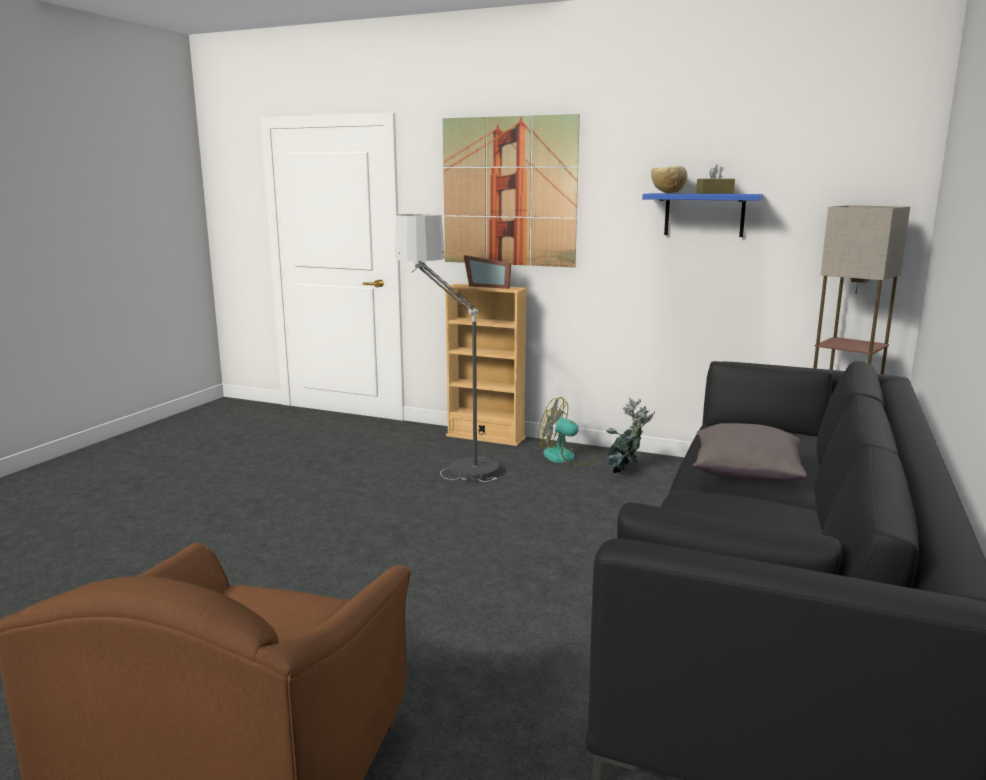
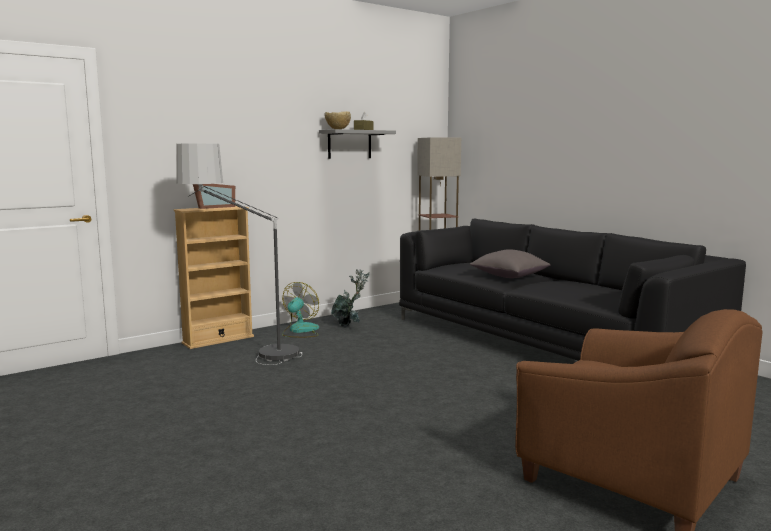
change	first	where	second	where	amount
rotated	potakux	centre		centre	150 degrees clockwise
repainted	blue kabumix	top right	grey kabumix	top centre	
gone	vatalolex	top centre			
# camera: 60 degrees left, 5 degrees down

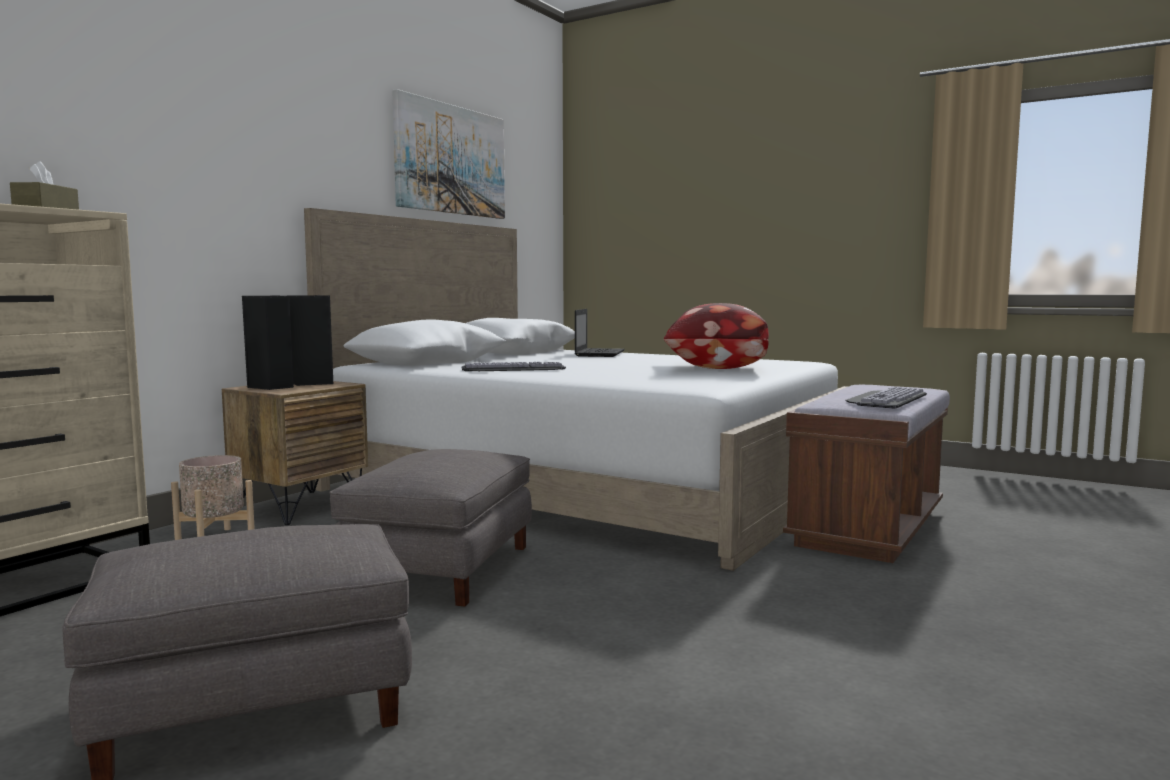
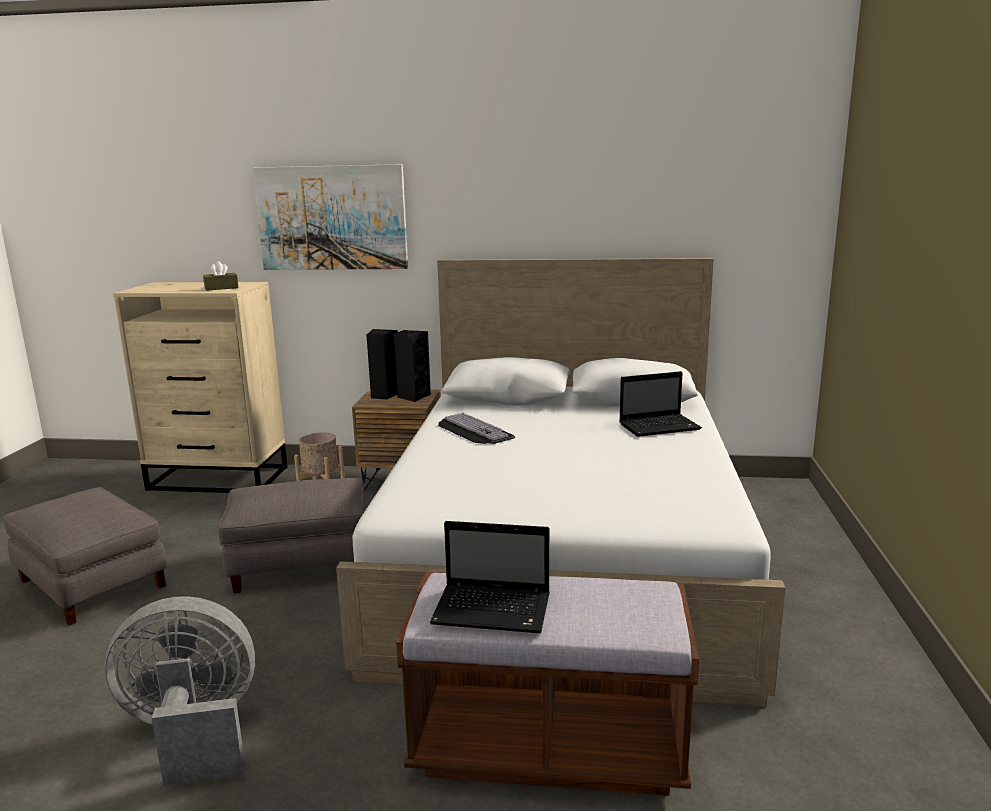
change	first	where	second	where	amount
new			grey potakux	bottom left	
shifted	vatalolex	top centre		top left	
swapped	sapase (no. 2 from left)	middle right	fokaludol (no. 1 from left)	bottom centre	
gone	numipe	centre			
# camera: 65 degrees right, 10 degrees up

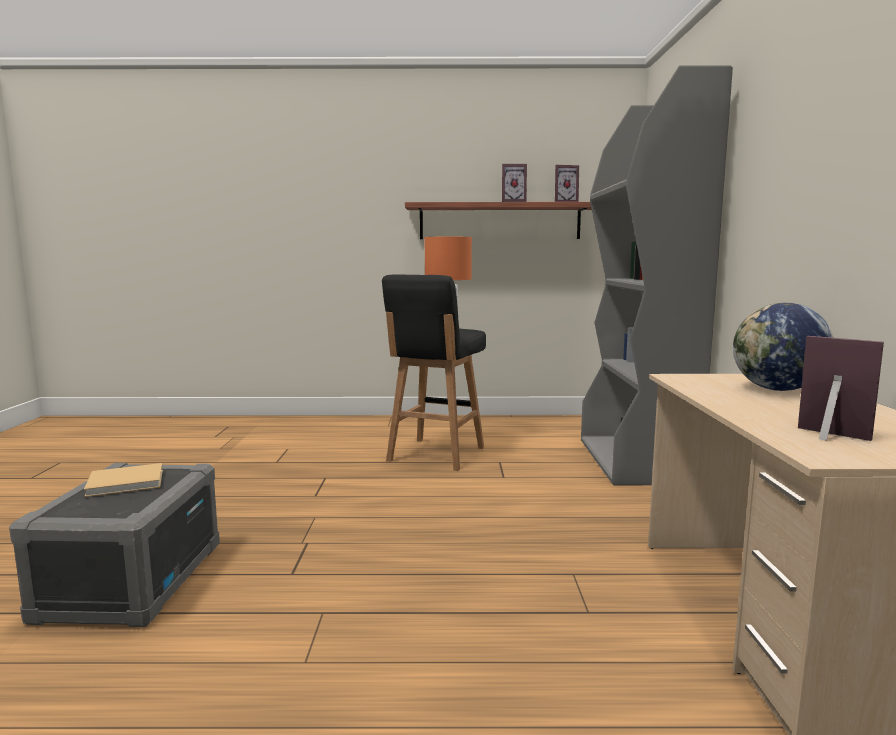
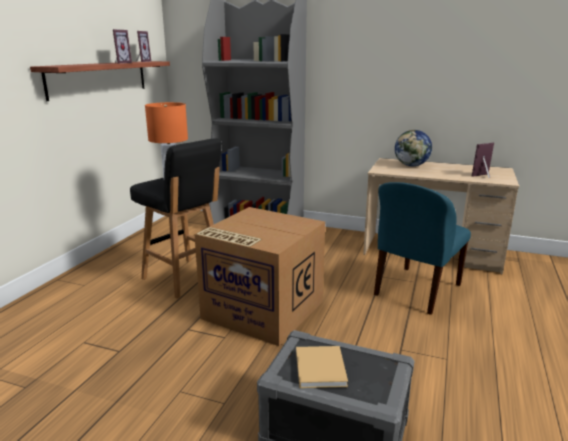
change	first	where	second	where	amount
new			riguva	centre	
new			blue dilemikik	middle right	
# camera: 70 degrees left, 10 degrees up

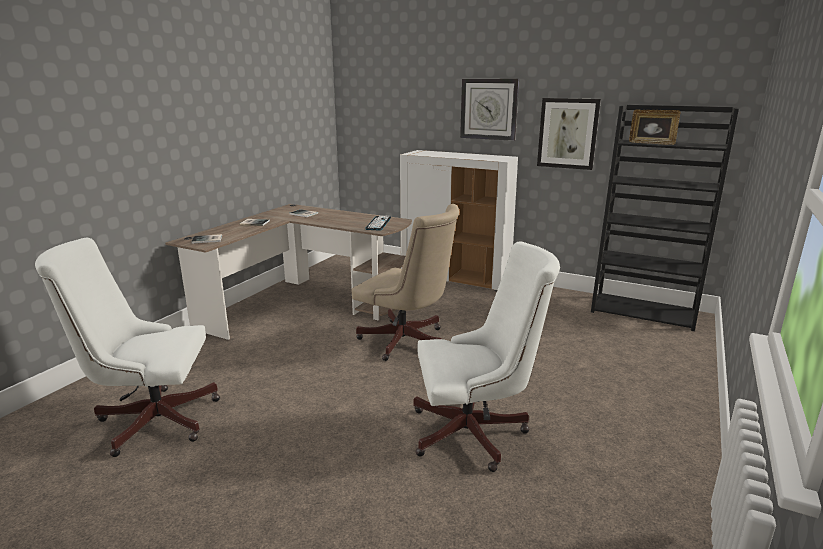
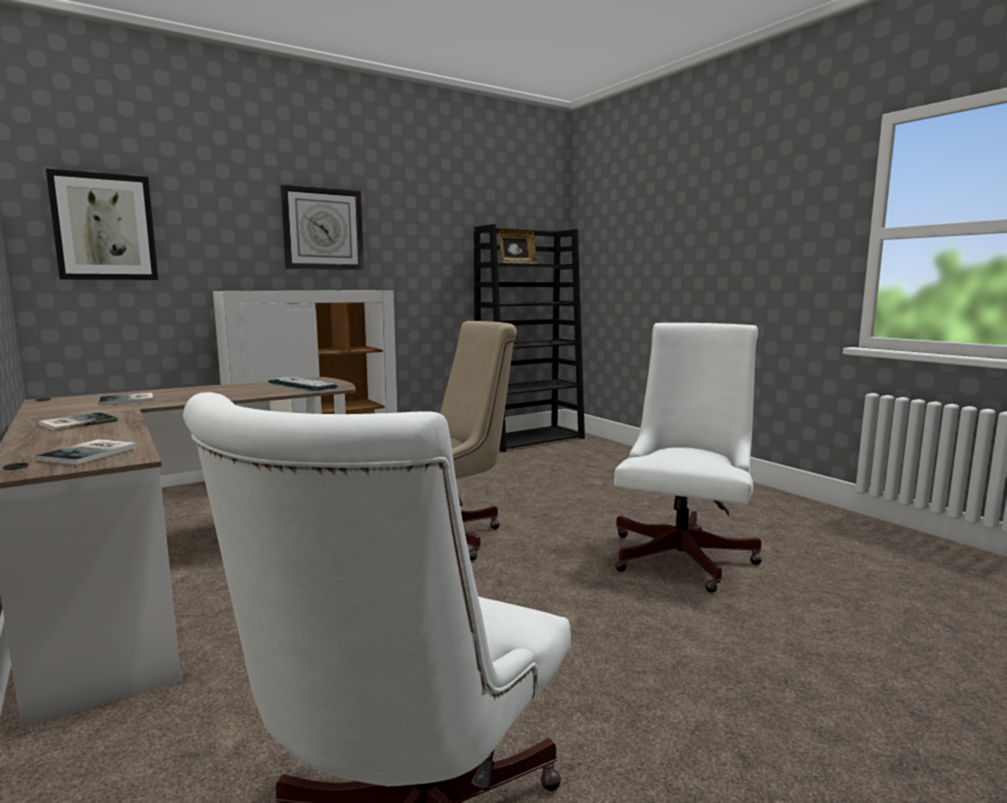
change	first	where	second	where	amount
shifted	vatalolex	top right		top left	
# camera: 60 degrees left, 10 degrees down

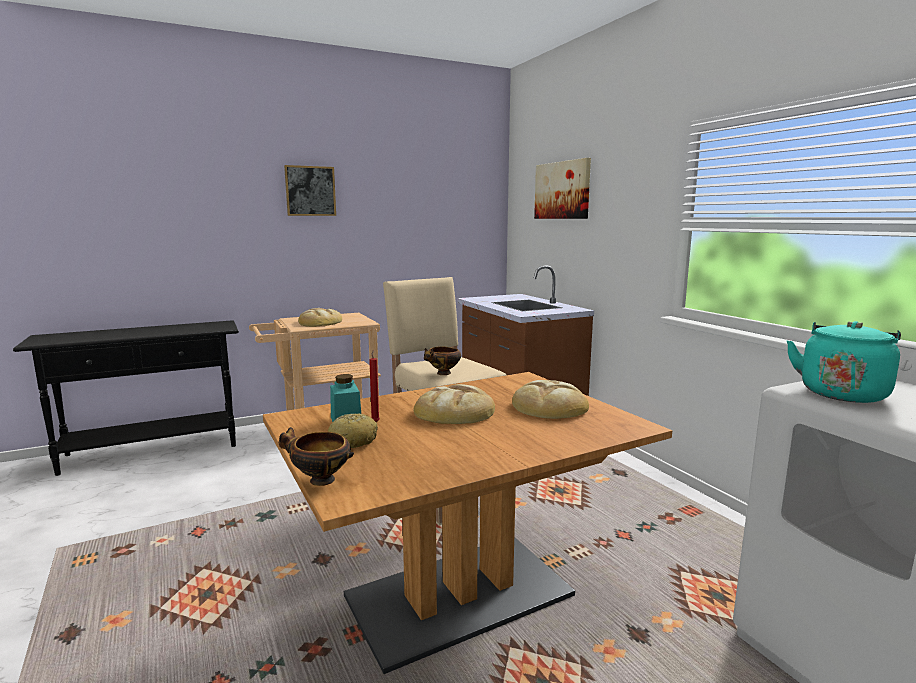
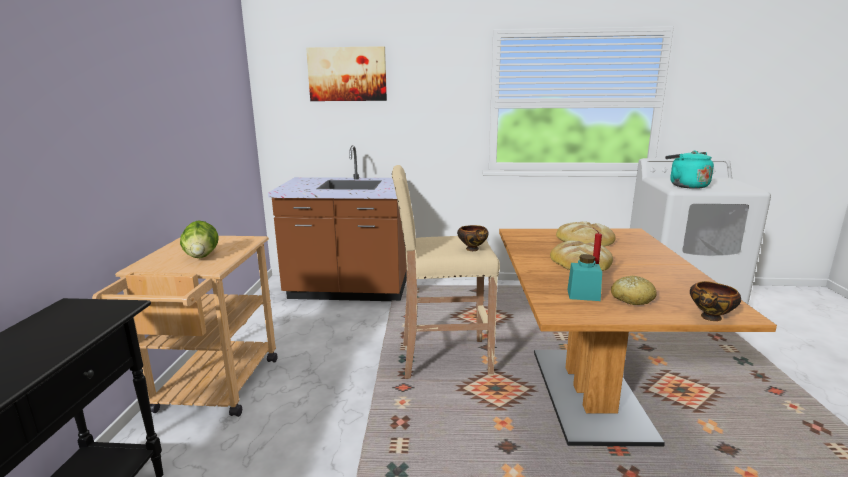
change	first	where	second	where	amount
swapped	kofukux (no. 1 from left)	centre	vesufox	middle left	
gone	vatalolex (no. 1 from left)	top centre			
# camera: 60 degrees left, 5 degrees up

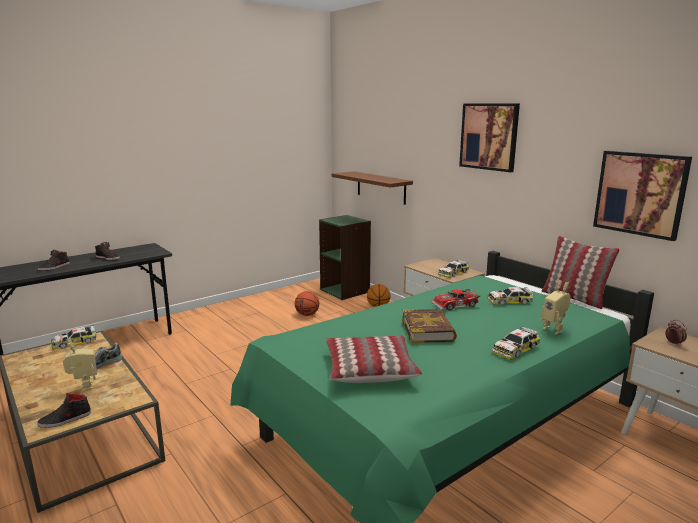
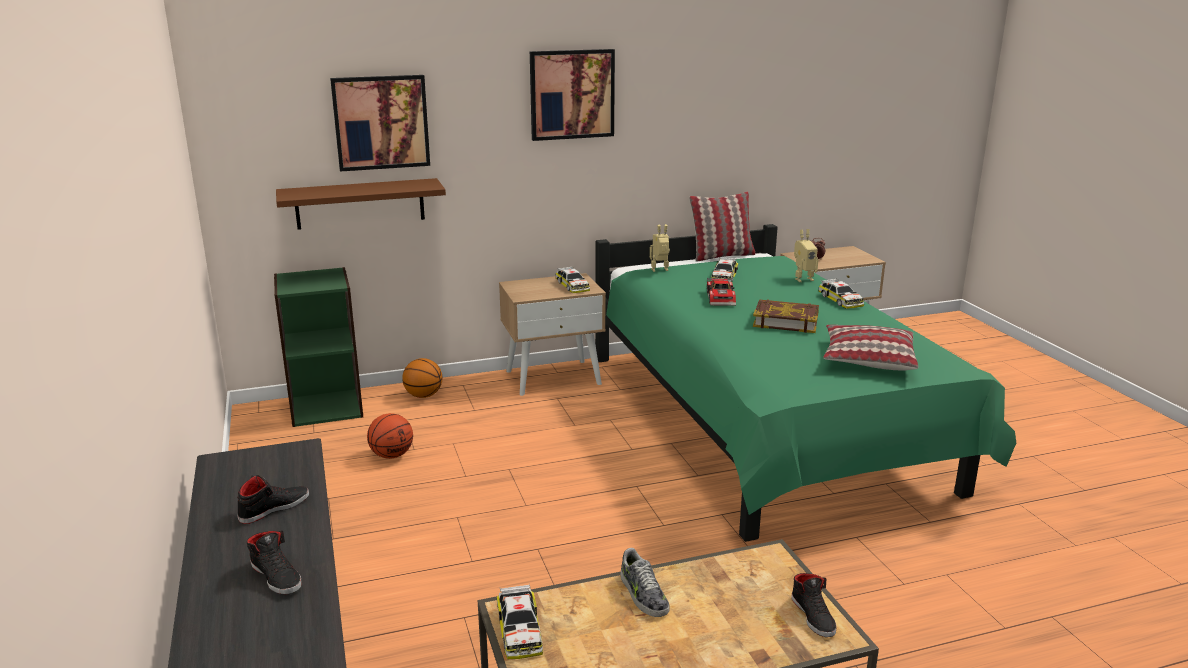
change	first	where	second	where	amount
shifted	vatalolex (no. 2 from left in the first image)	middle right	vatalolex (no. 1 from left)	top left	
shifted	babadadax (no. 1 from left)	bottom left		centre	
# camera: 70 degrees left, 5 degrees up

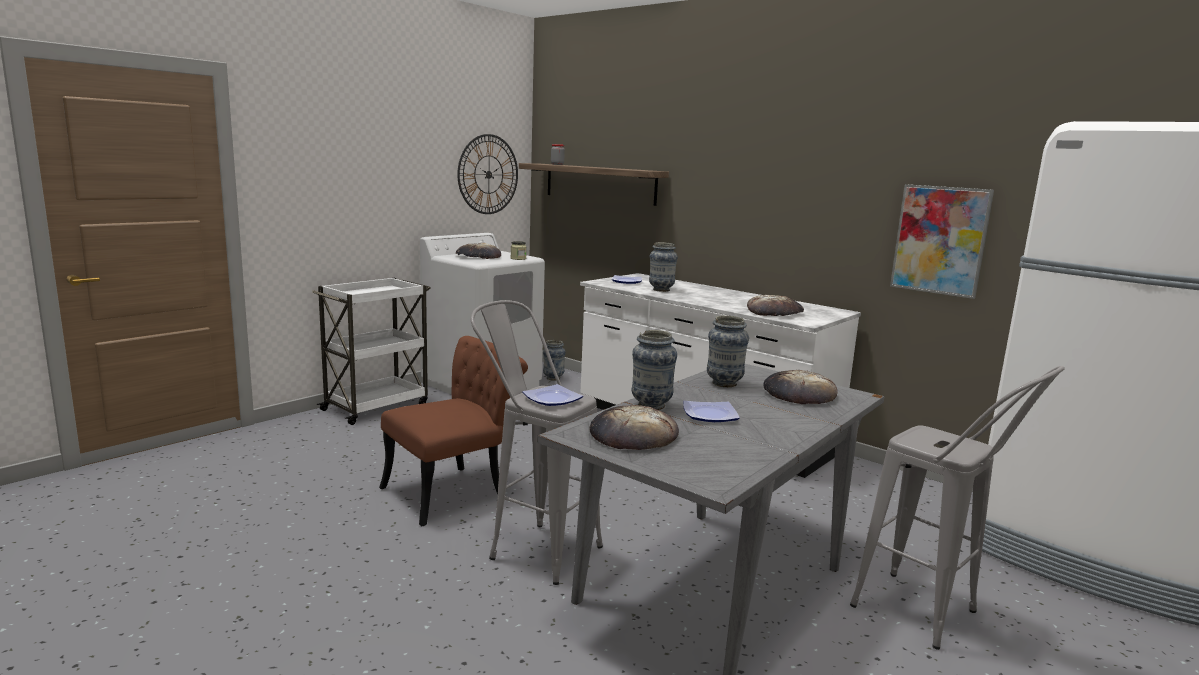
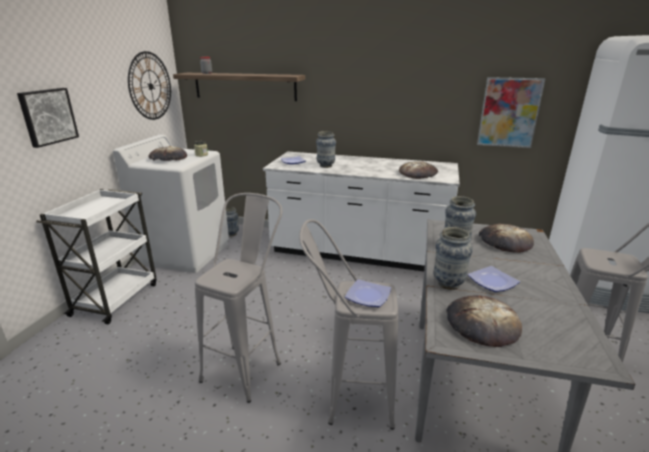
change	first	where	second	where	amount
new			vatalolex (no. 1 from left)	top left	
swapped	brown dilemikik	centre	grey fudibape (no. 1 from left)	centre	
# camera: 25 degrees left, 10 degrees up

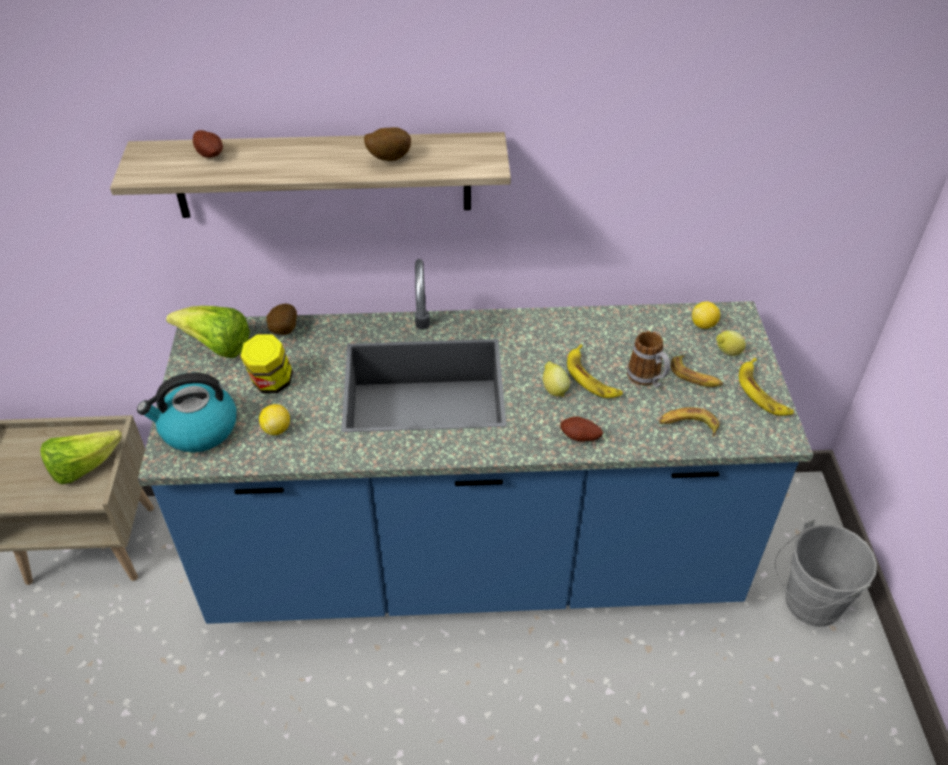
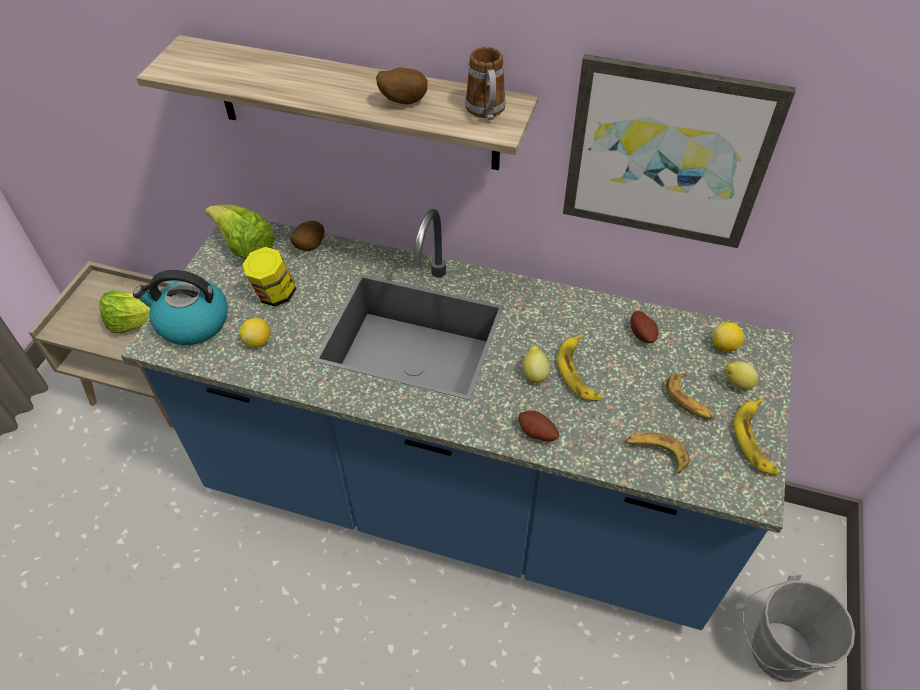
change	first	where	second	where	amount
shifted	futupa	middle right		top centre	
new			vatalolex	top right	
shifted	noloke (no. 1 from left in the first image)	top left	noloke (no. 4 from left)	middle right	
# camera: 20 degrees right, 5 degrees up

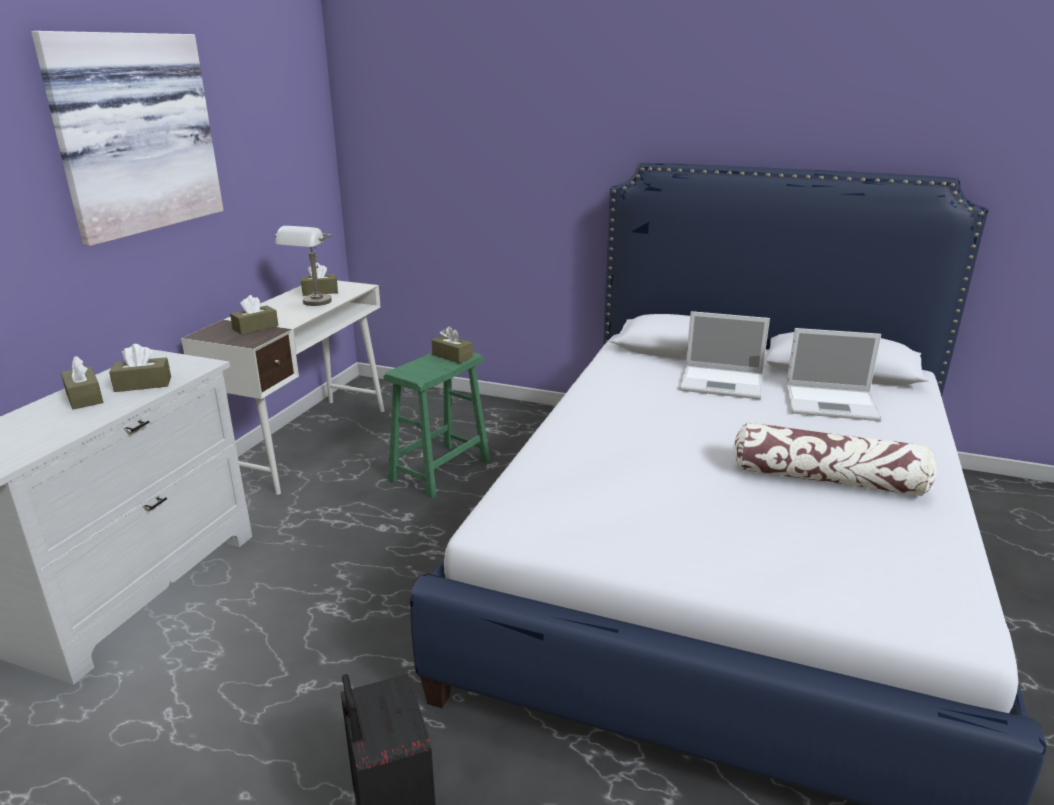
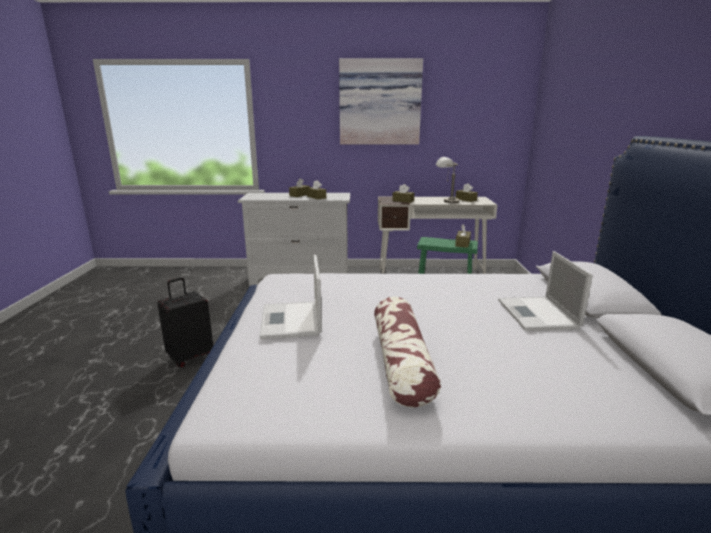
change	first	where	second	where	amount
shifted	fokaludol (no. 2 from left in the first image)	middle right	fokaludol (no. 1 from left)	centre	
# camera: 70 degrees right, 5 degrees down

